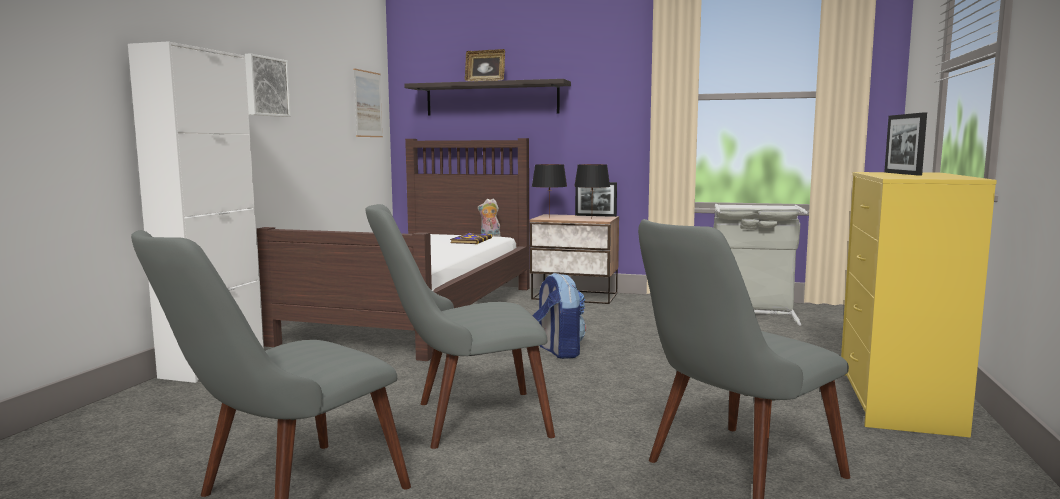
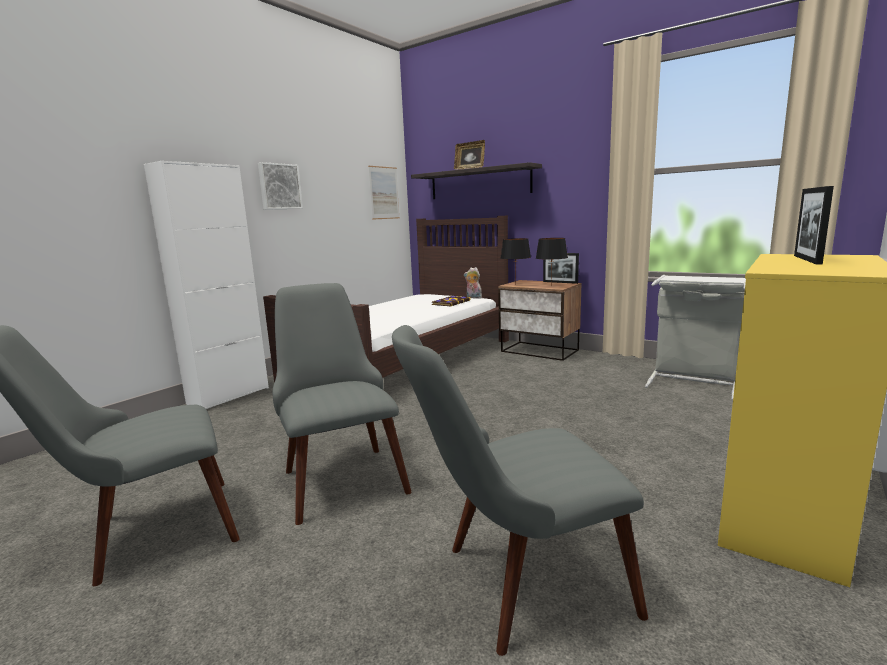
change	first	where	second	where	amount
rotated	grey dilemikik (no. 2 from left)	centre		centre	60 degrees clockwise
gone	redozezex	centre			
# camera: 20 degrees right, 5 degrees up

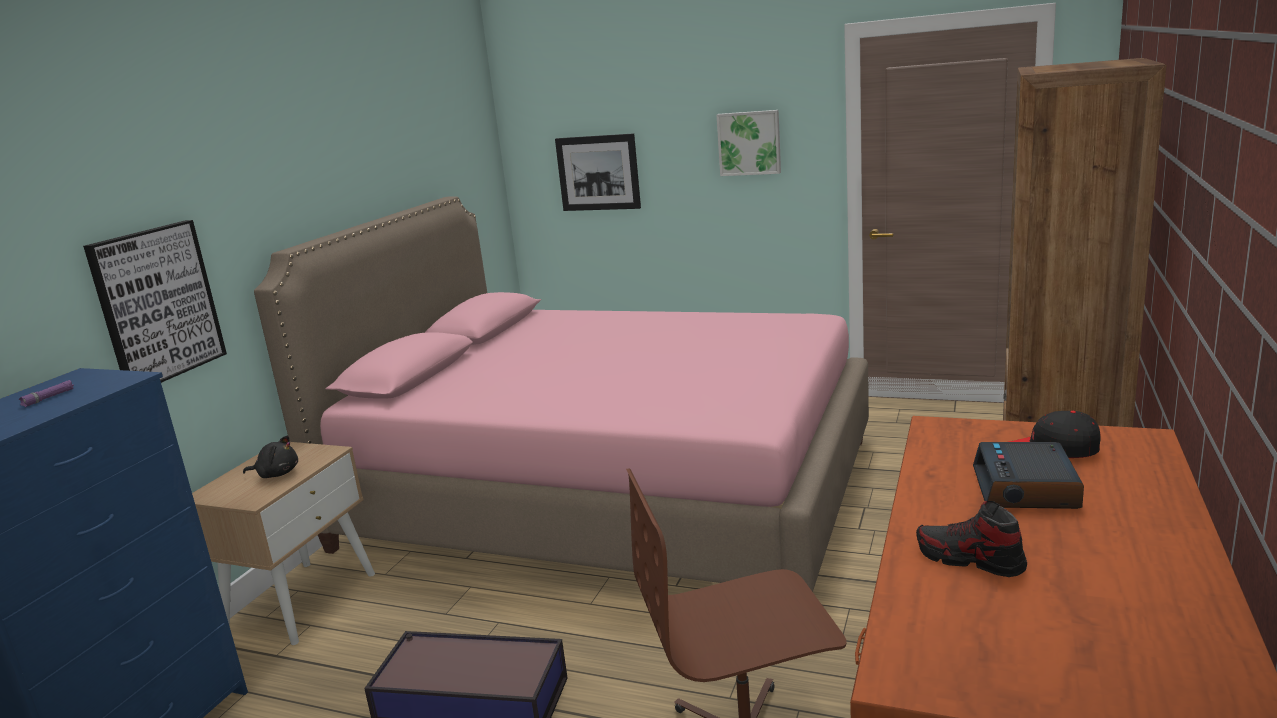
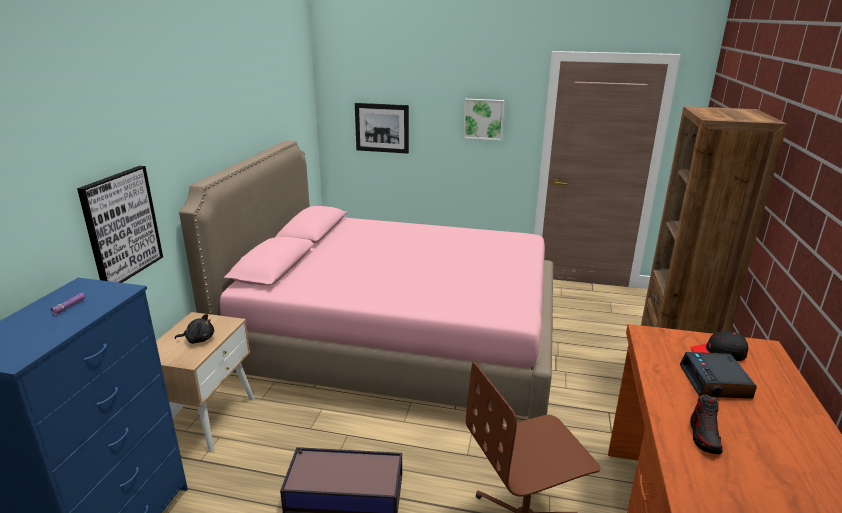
change	first	where	second	where	amount
rotated	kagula	bottom right		bottom right	105 degrees counterclockwise
# camera: 10 degrees left, 5 degrees up

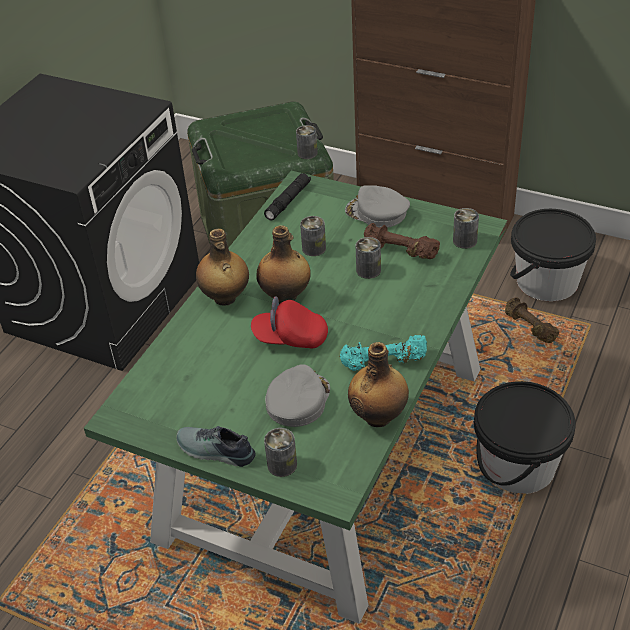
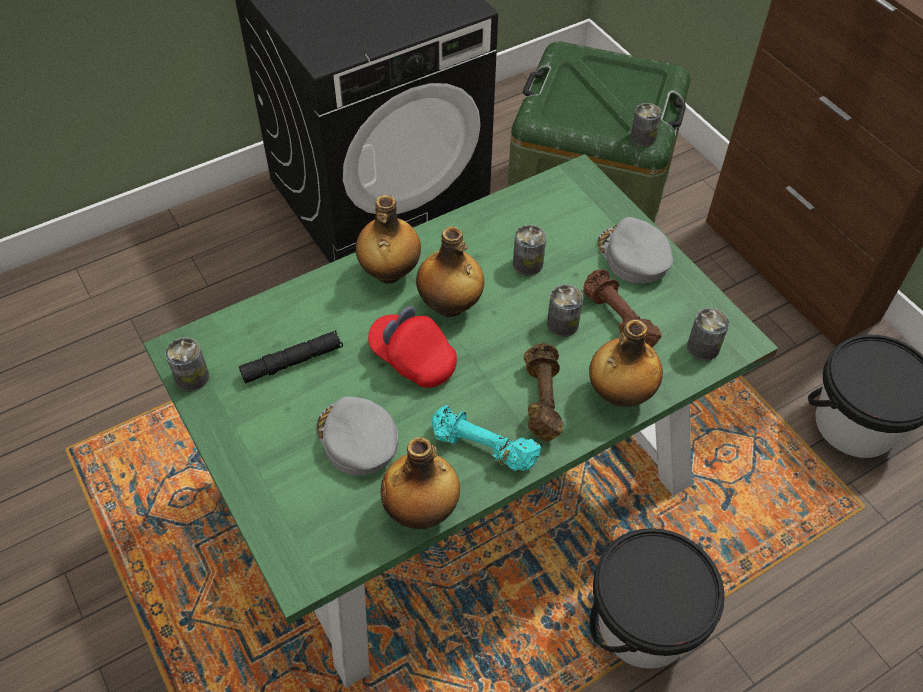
change	first	where	second	where	amount
shifted	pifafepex (no. 1 from left)	bottom centre		middle left	
shifted	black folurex	top centre		middle left	
rotated	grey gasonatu (no. 1 from left)	centre		centre	90 degrees counterclockwise
shifted	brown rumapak (no. 2 from left in the first image)	middle right	brown rumapak (no. 1 from left)	centre	
new			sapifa (no. 4 from left)	middle right	
gone	kagula	bottom centre			
# camera: 30 degrees right, 10 degrees up

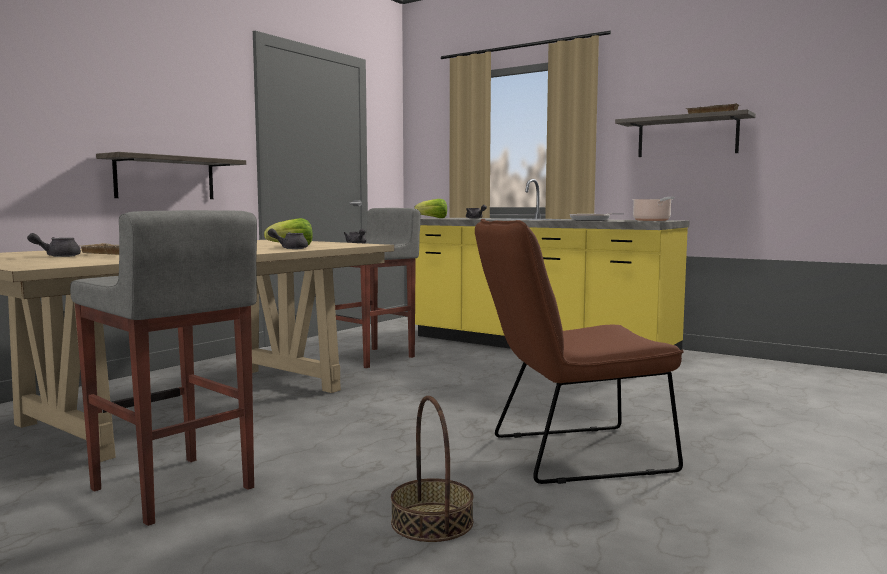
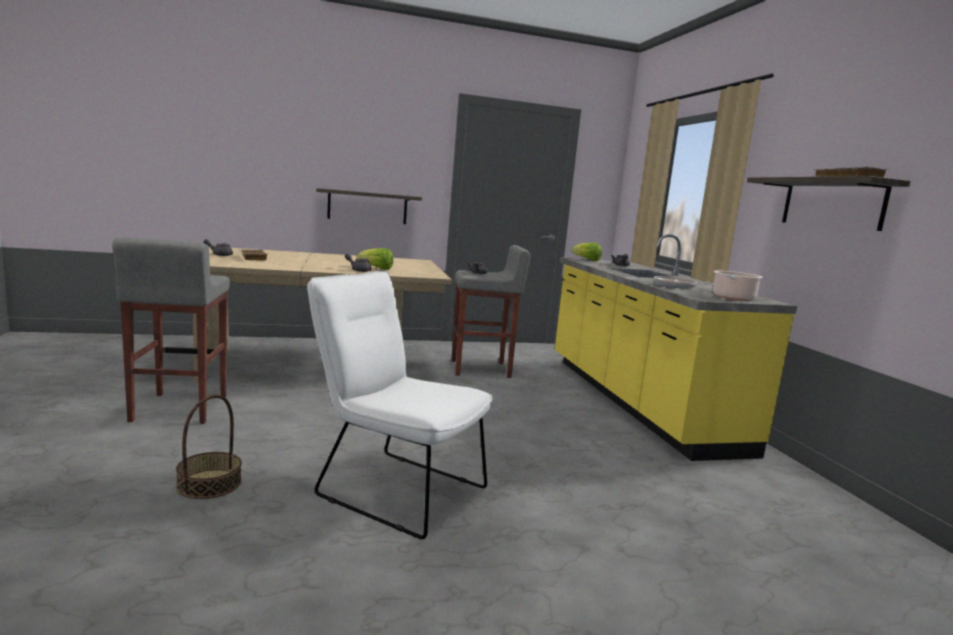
change	first	where	second	where	amount
repainted	brown dilemikik	centre	white dilemikik	centre	
# camera: 40 degrees right, 5 degrees up

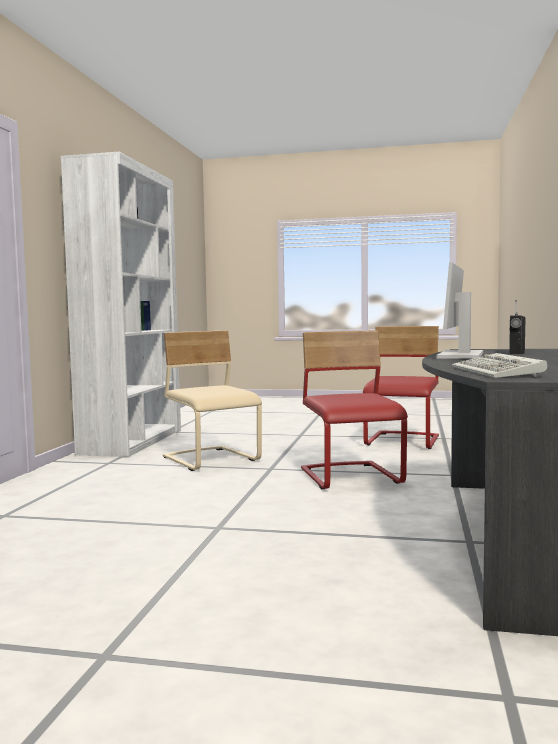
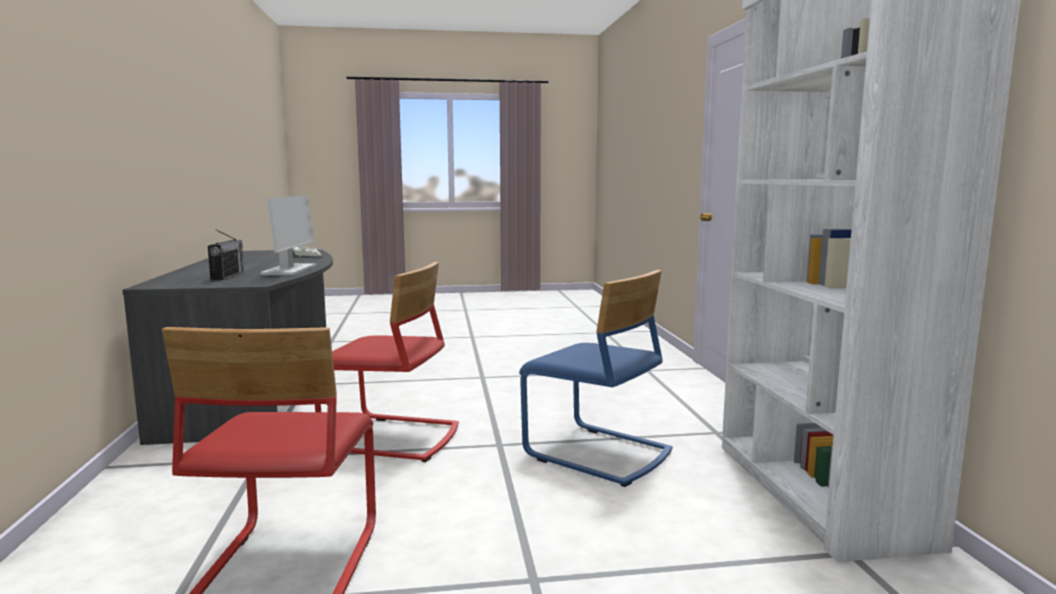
change	first	where	second	where	amount
rotated	red dilemikik (no. 1 from left in the first image)	centre	red dilemikik (no. 2 from left)	centre	45 degrees counterclockwise
repainted	beige dilemikik	centre	blue dilemikik	centre	
# camera: 160 degrees right, 5 degrees up

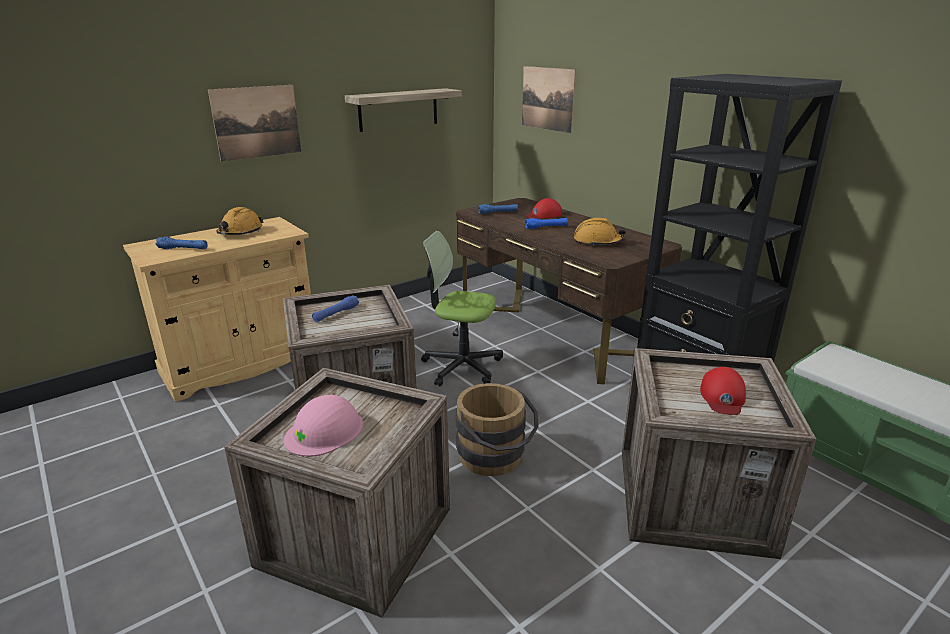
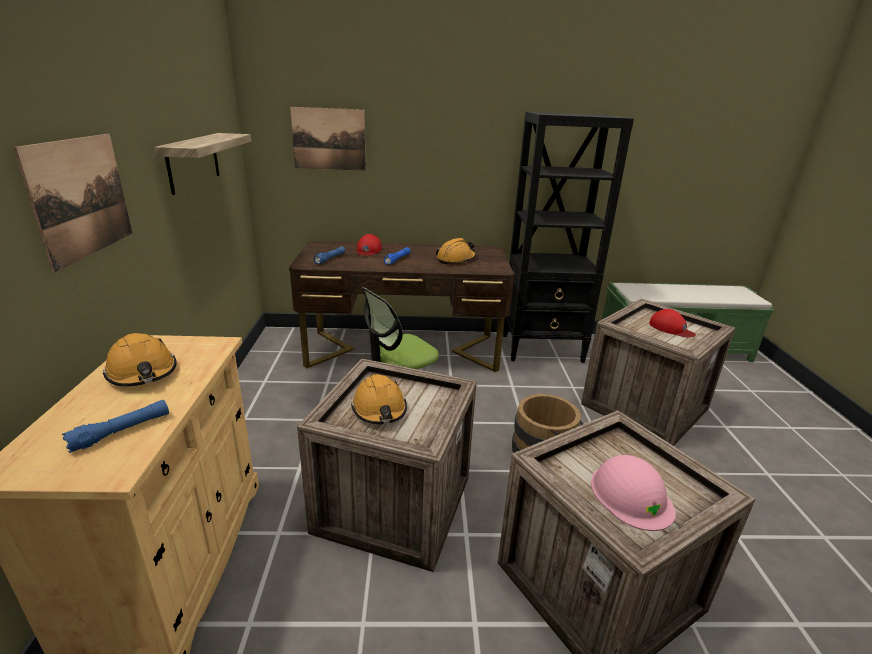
change	first	where	second	where	amount
swapped	blue folurex (no. 2 from left)	centre	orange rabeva (no. 2 from left)	centre	
# camera: 55 degrees left, 0 degrees up

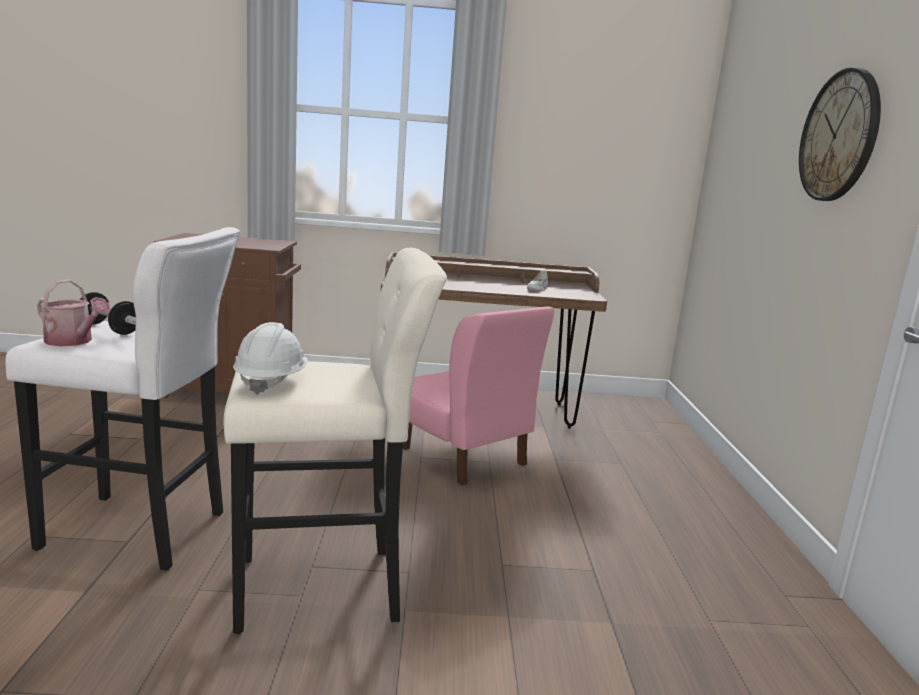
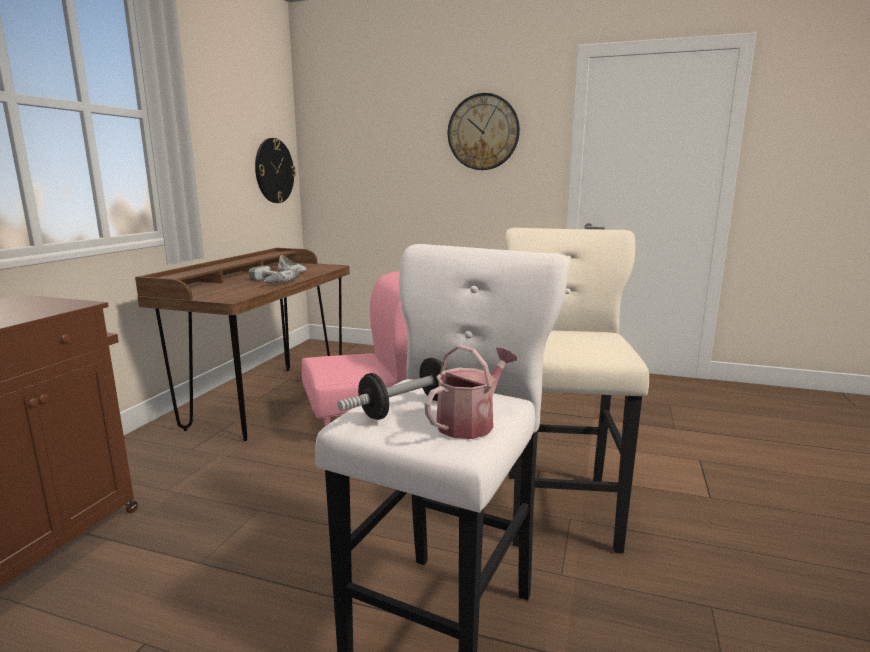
change	first	where	second	where	amount
new			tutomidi	middle left	
new			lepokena (no. 1 from left)	top left	
gone	white rabeva	middle left			
# camera: 70 degrees left, 0 degrees up

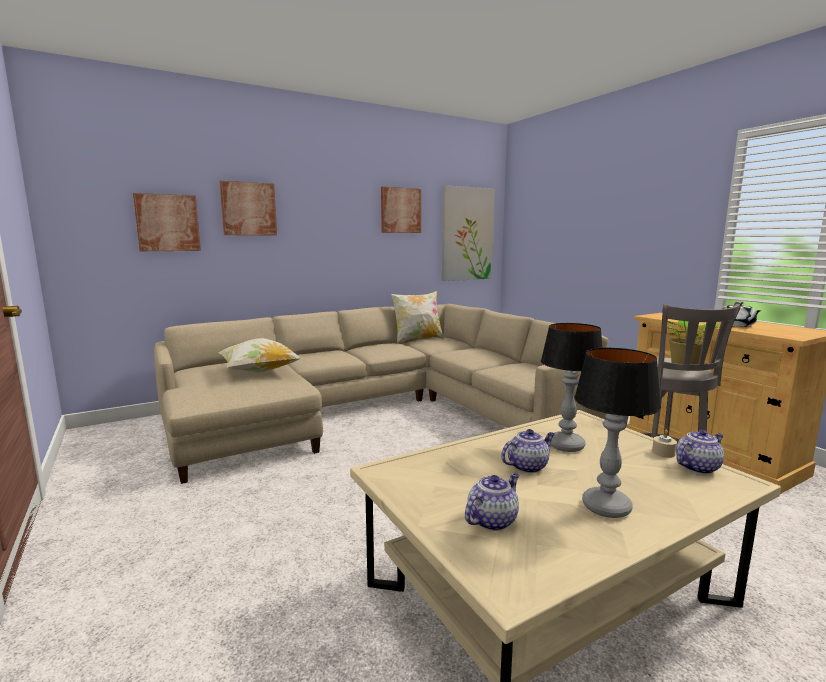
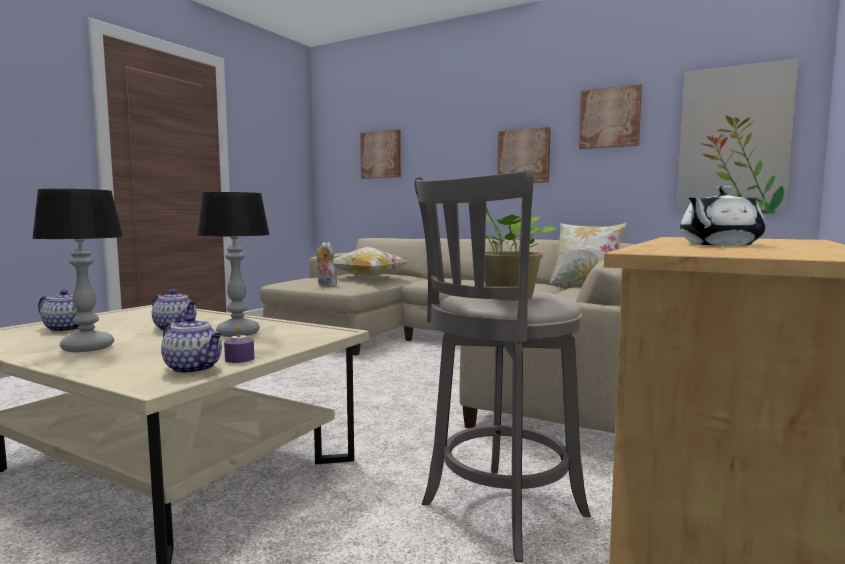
change	first	where	second	where	amount
repainted	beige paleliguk	middle right	purple paleliguk	middle left	
new			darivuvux	centre	
shifted	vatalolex (no. 2 from left)	top left		top centre	
# camera: 60 degrees right, 5 degrees down

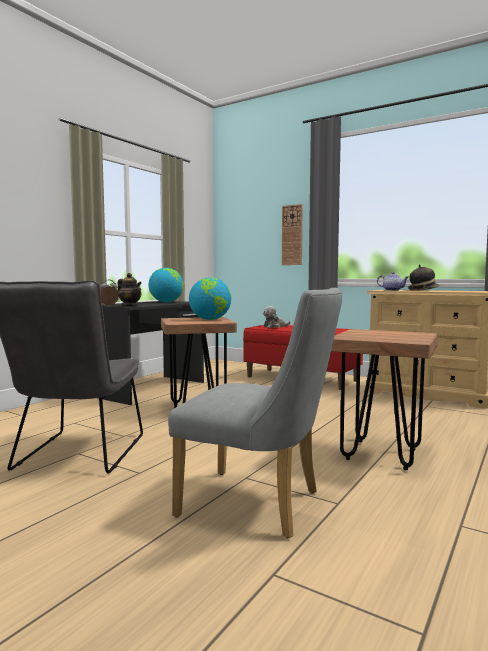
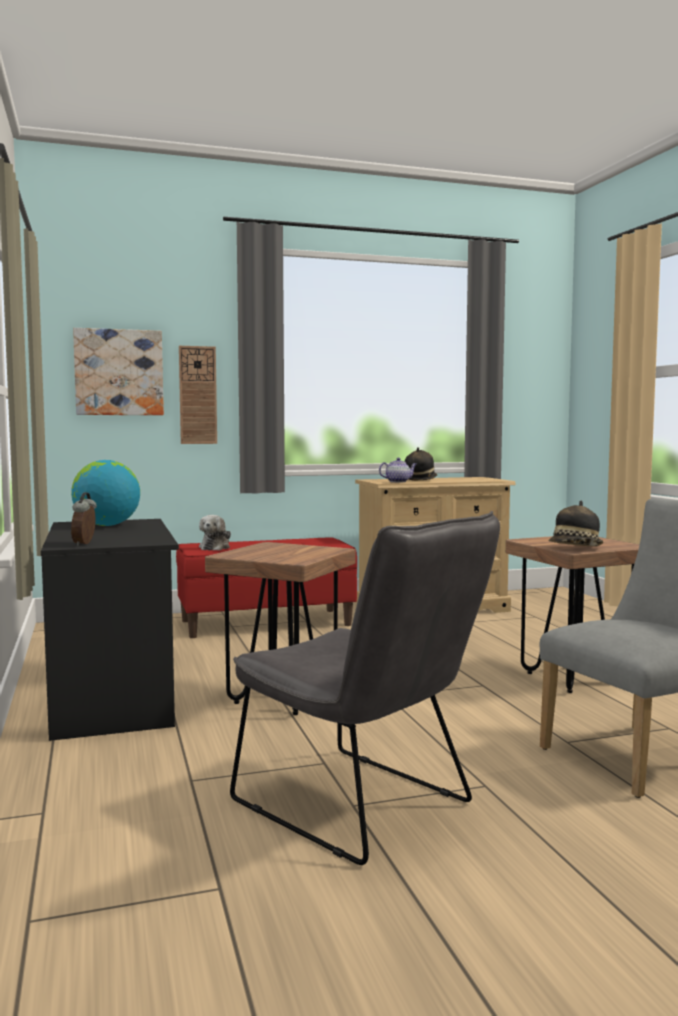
change	first	where	second	where	amount
new			vatalolex	middle left	
new			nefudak (no. 2 from left)	middle right	
gone	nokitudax (no. 1 from left)	middle left			
gone	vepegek (no. 2 from left)	centre			
# camera: 50 degrees left, 0 degrees up

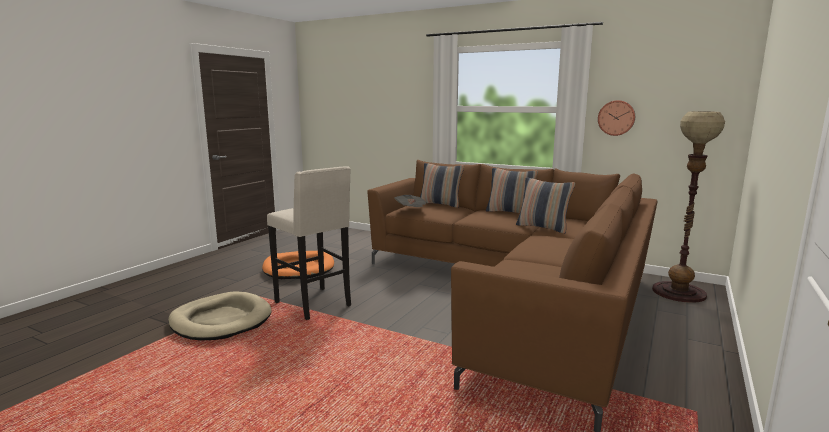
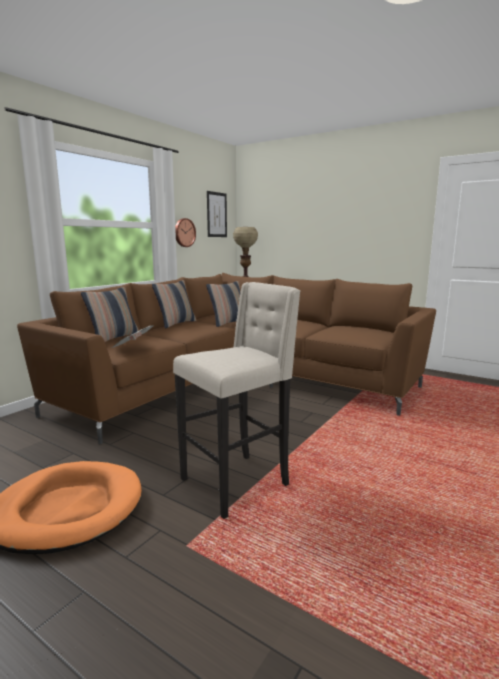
change	first	where	second	where	amount
new			vatalolex	top centre	
gone	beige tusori	bottom left			
# camera: 85 degrees left, 0 degrees up

